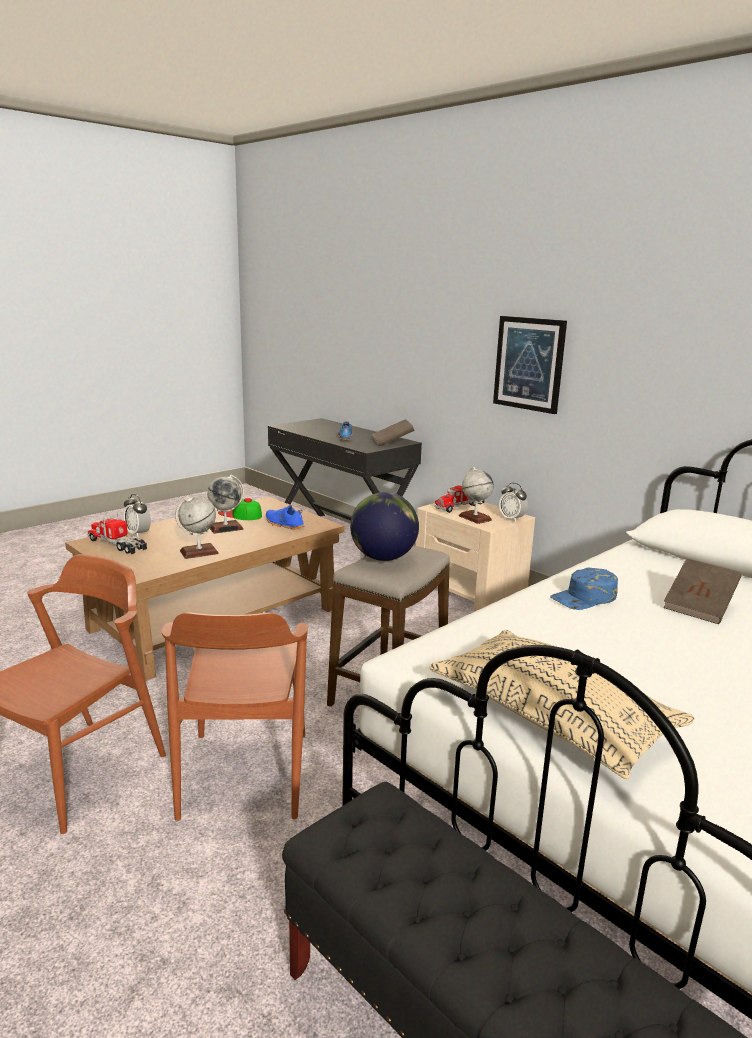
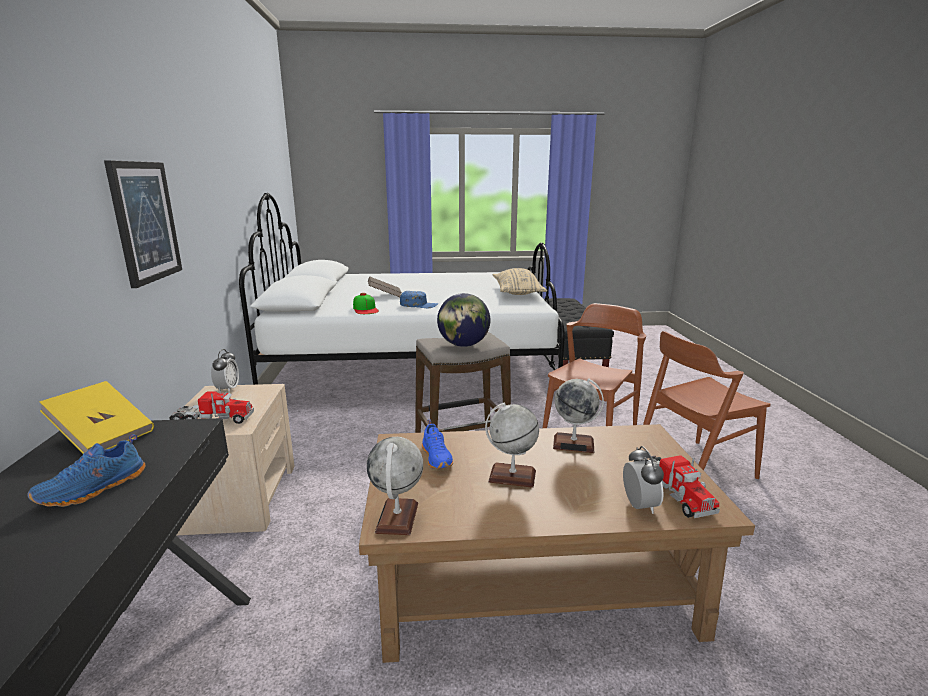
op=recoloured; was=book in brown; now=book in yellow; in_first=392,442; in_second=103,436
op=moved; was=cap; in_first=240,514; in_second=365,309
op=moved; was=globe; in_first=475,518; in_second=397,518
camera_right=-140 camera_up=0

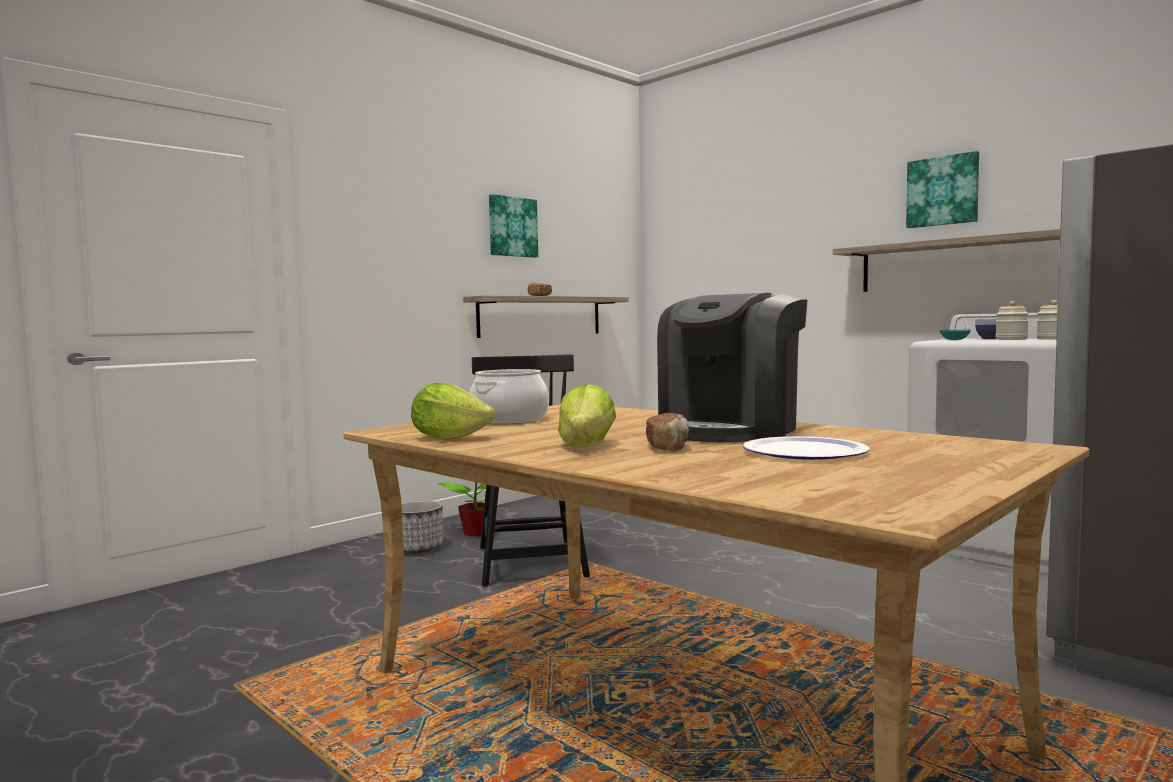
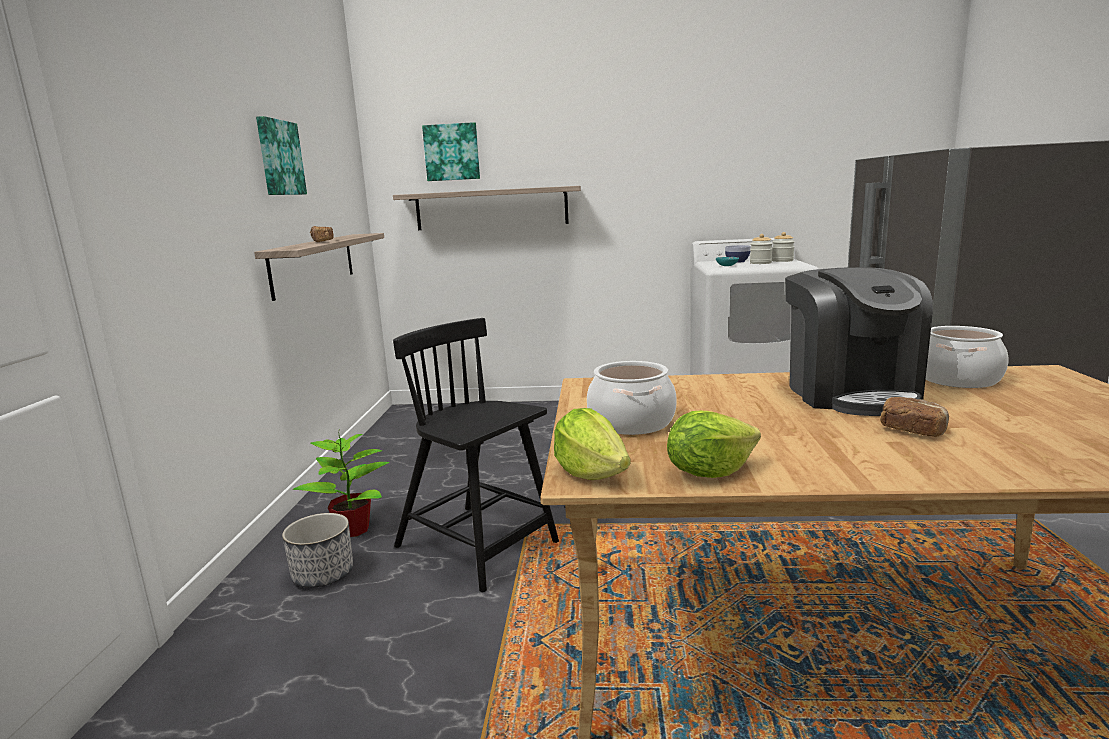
op=moved; was=shelf; in_first=959,264; in_second=491,208
op=moved; was=picture; in_first=943,191; in_second=452,152
op=moved; was=lettuce; in_first=587,446; in_second=591,473
op=added; now=cooking pot; in_second=958,379
op=removed; was=plate; in_first=804,452
camera_right=-40 camera_up=10

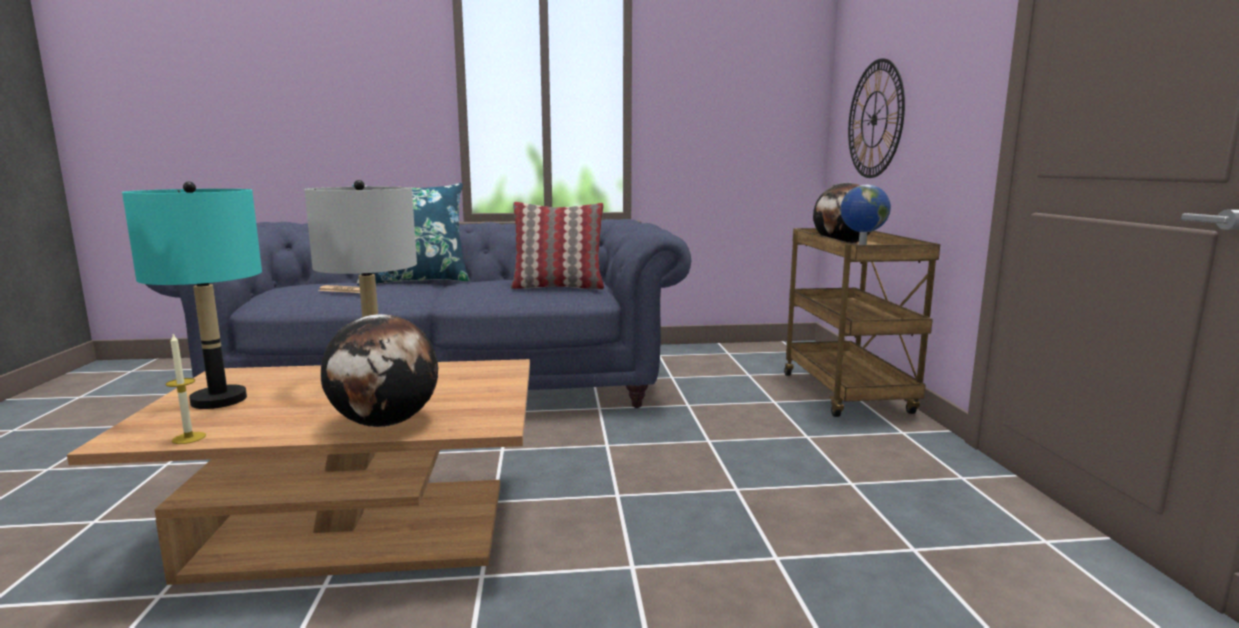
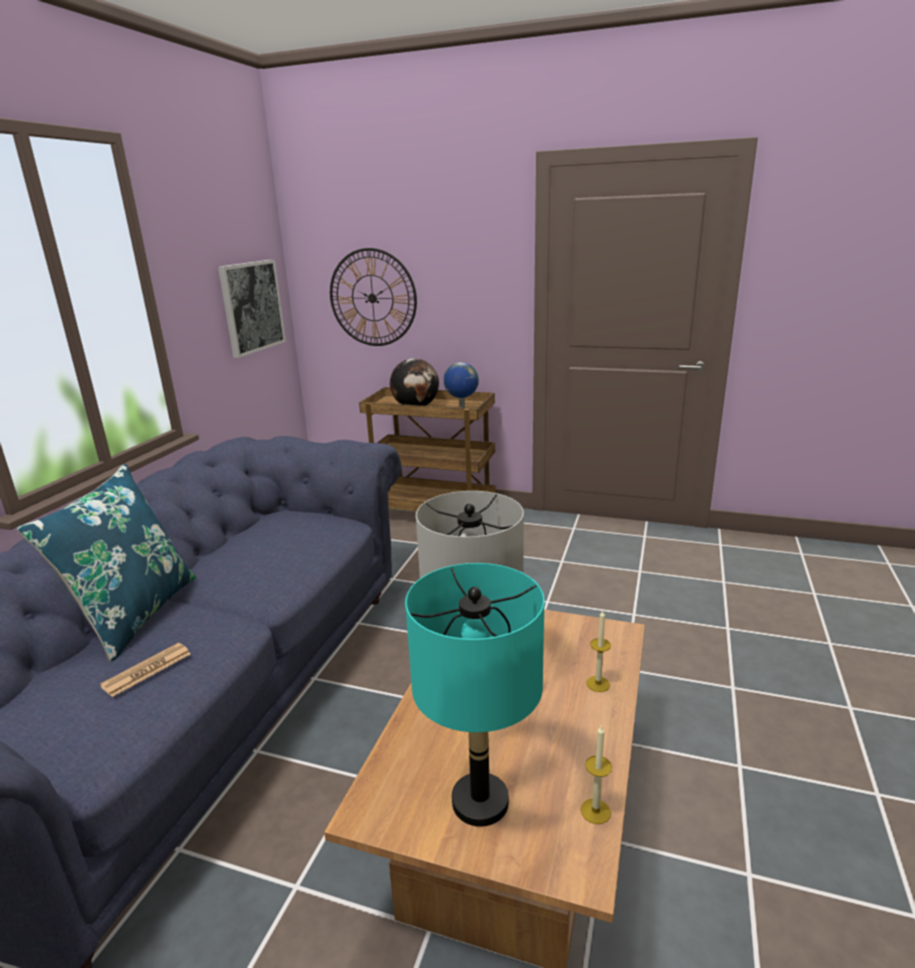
op=added; now=picture; in_second=252,307
op=replaced; was=globe; now=candle; in_first=386,423; in_second=598,684
op=removed; was=pillow; in_first=558,287
camera_right=-65 camera_up=10

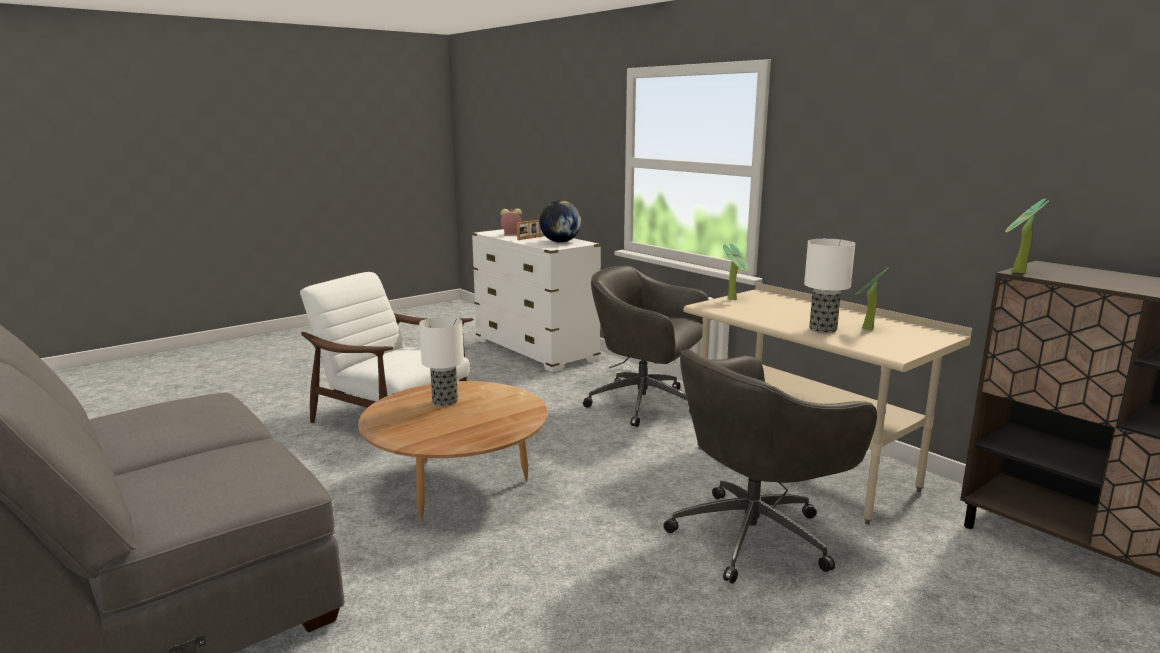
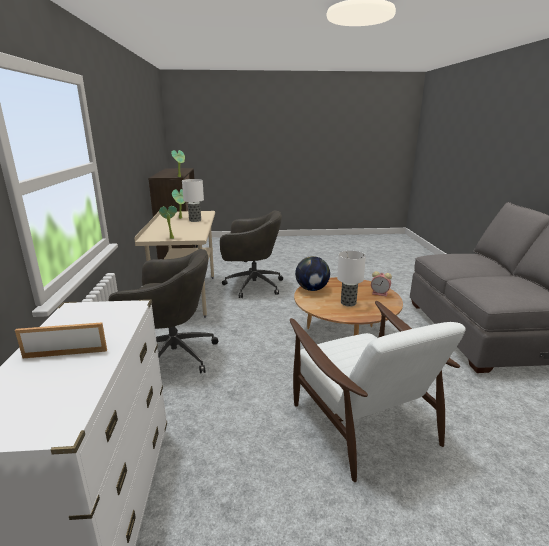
op=turned; was=office chair in grey; in_first=646,405; in_second=171,355; clockwise=-60
op=moved; was=globe; in_first=560,242; in_second=312,289
op=moved; was=alarm clock; in_first=511,234; in_second=380,294
camera_right=-145 camera_up=5

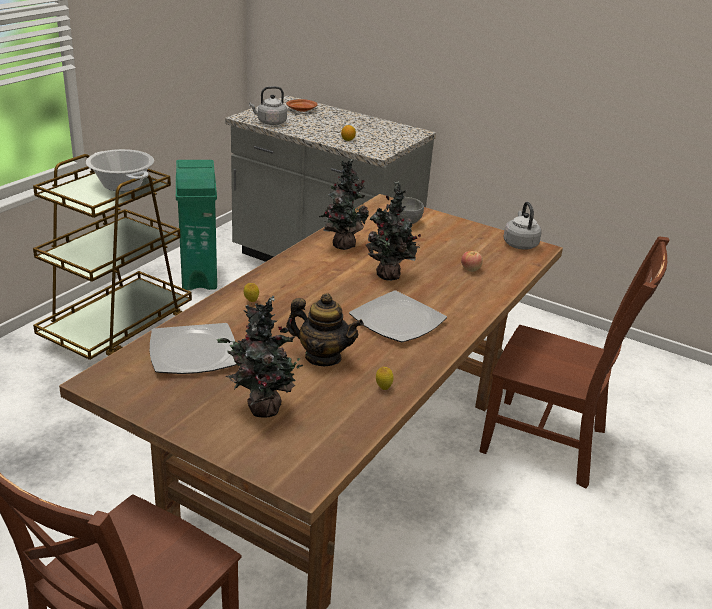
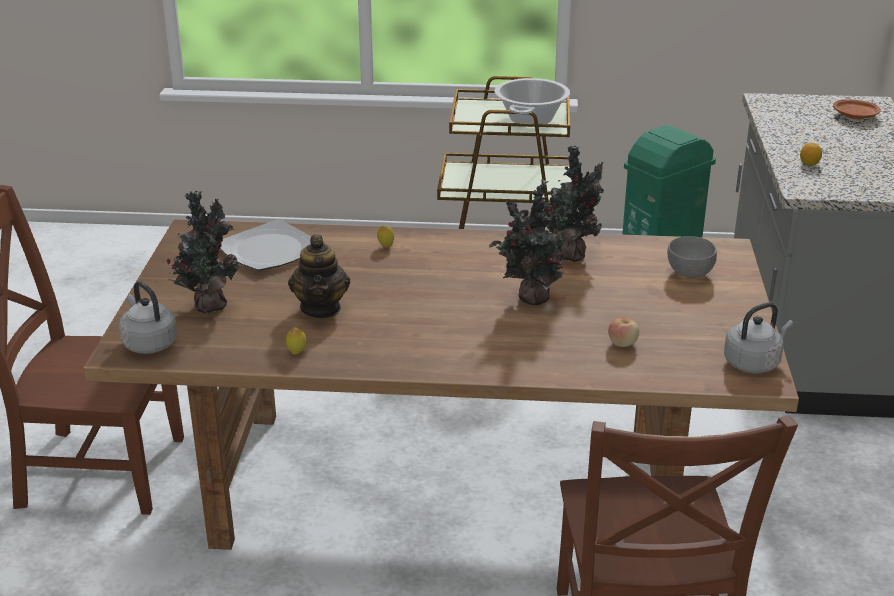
op=moved; was=kettle in grey; in_first=270,122; in_second=149,343
op=removed; was=plate; in_first=397,320
camera_right=65 camera_up=0

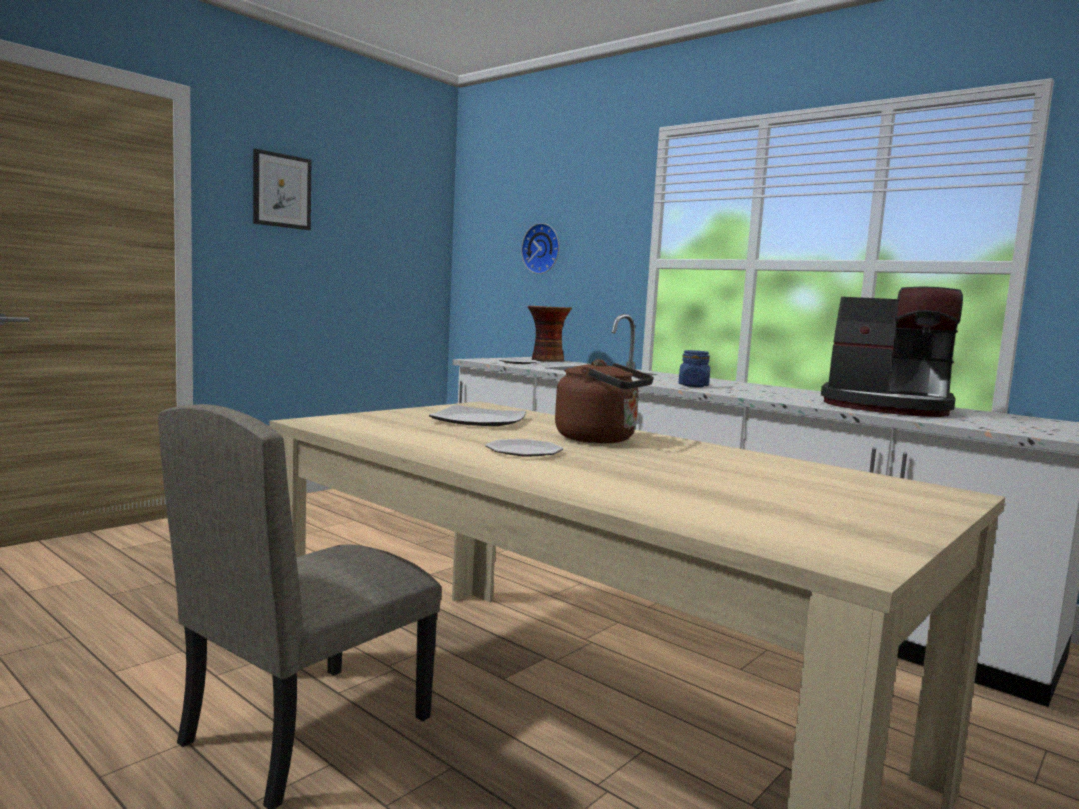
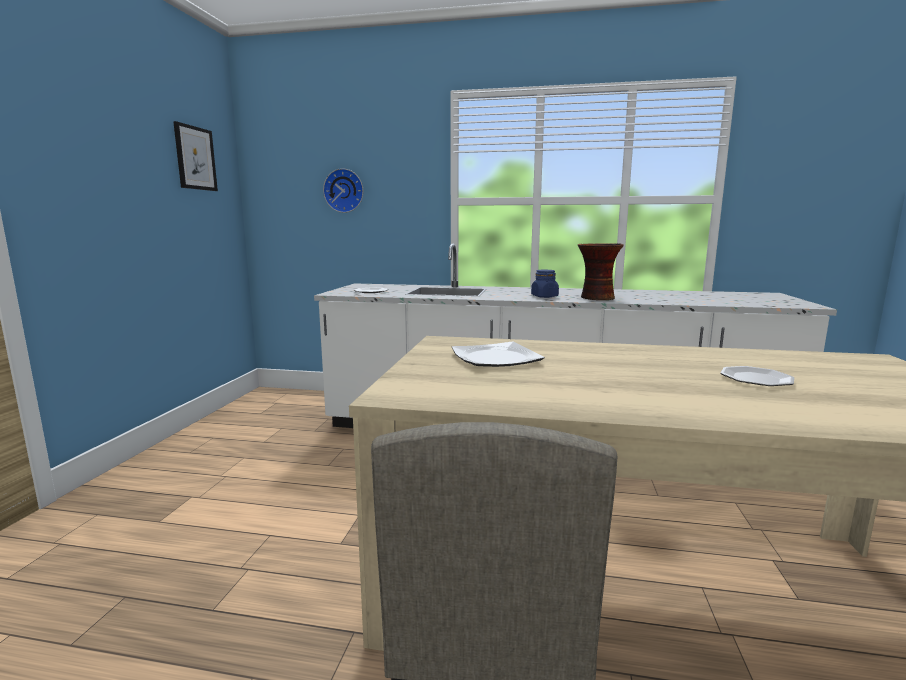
op=moved; was=picture; in_first=282,191; in_second=195,158
op=moved; was=vase; in_first=546,360; in_second=596,298
op=moved; was=plate; in_first=523,451; in_second=755,379
op=removed; was=kettle in brown; in_first=600,439
op=removed; was=coffee machine; in_first=886,407
camera_right=-30 camera_up=5

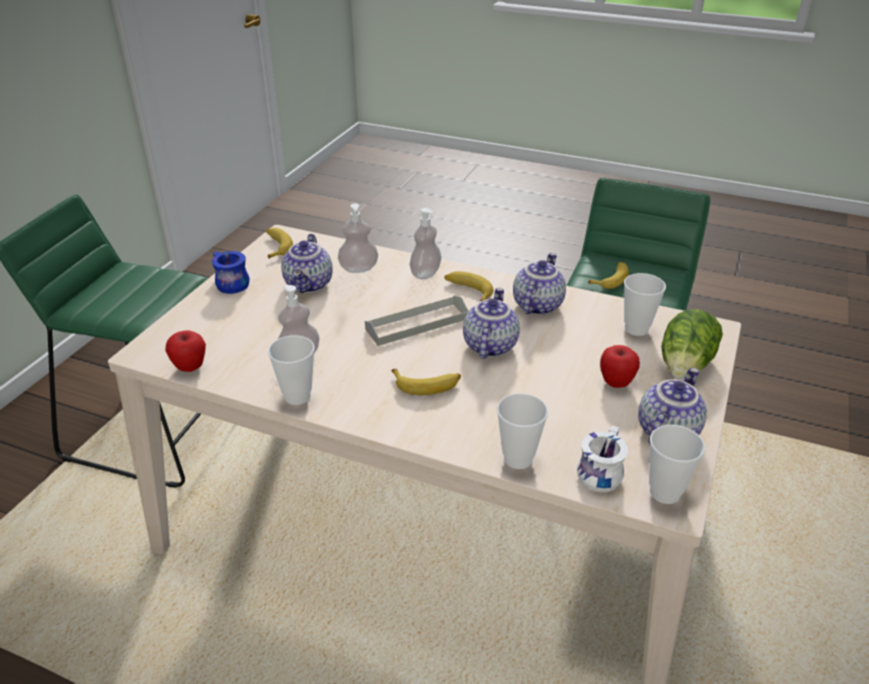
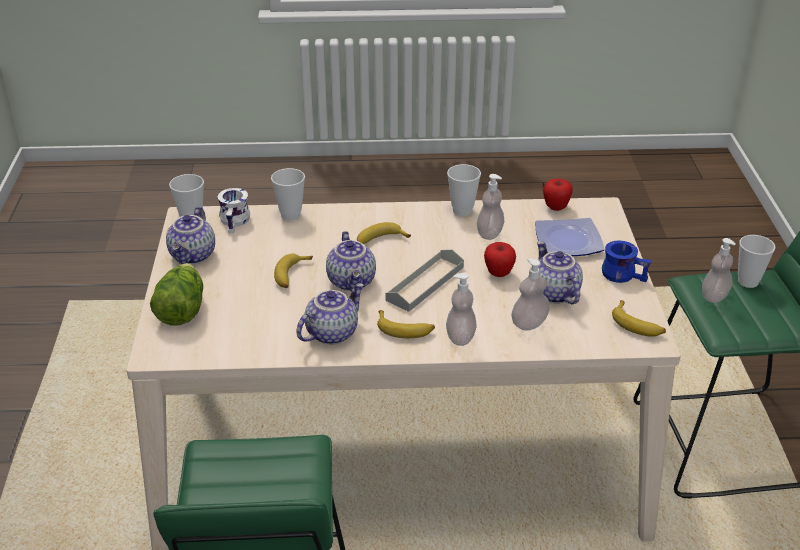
op=moved; was=banana; in_first=611,279; in_second=291,275
op=turned; was=teapot; in_first=536,305; in_second=331,332; clockwise=-135
op=moved; was=apple; in_first=616,383; in_second=498,273
op=added; now=plate; in_second=569,242
op=added; now=soap dispenser; in_second=714,296
op=moved; was=cup; in_first=636,329; in_second=748,281
camera_right=155 camera_up=0

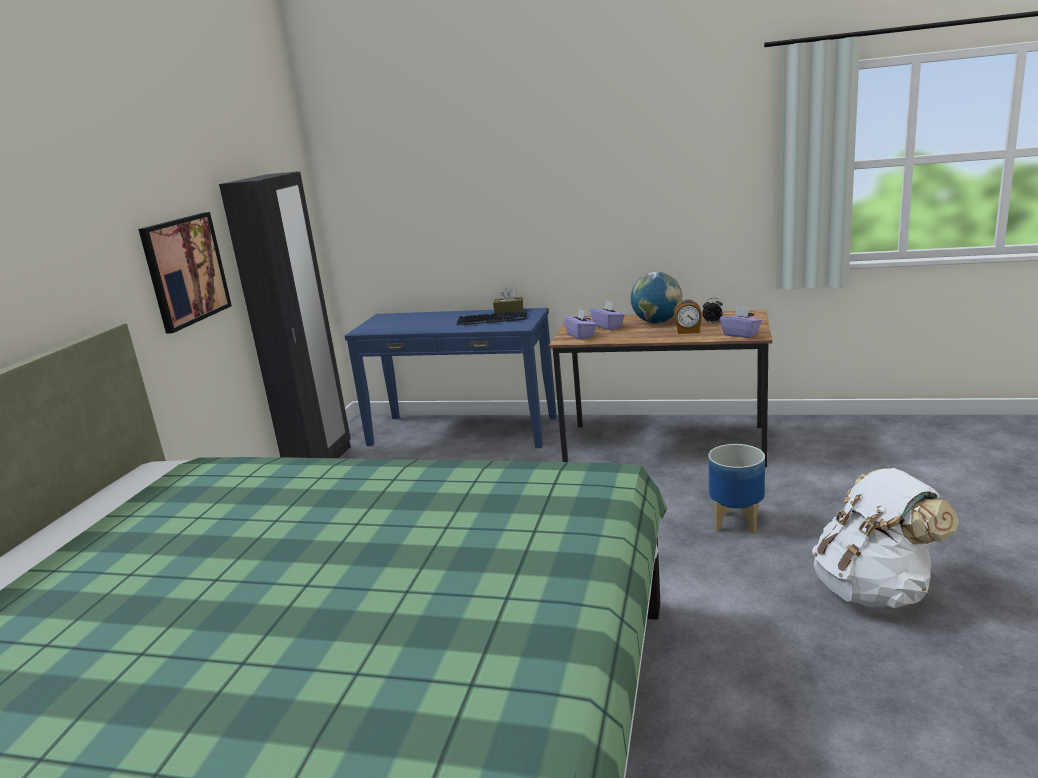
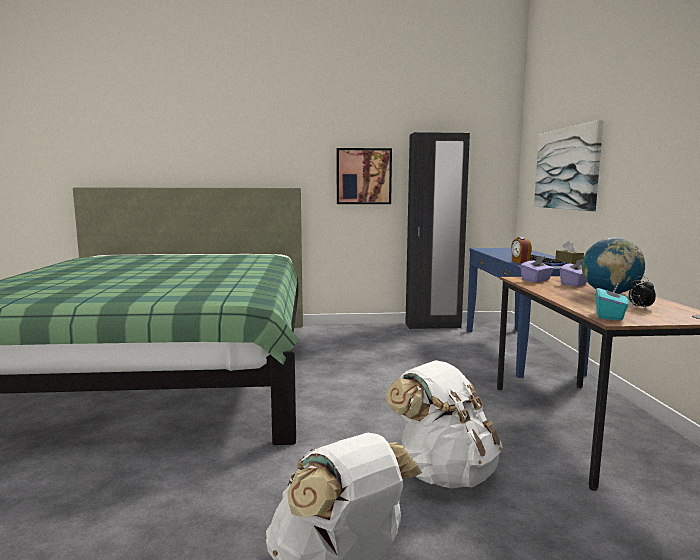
op=replaced; was=planter; now=backpack in white; in_first=735,522; in_second=443,473
op=moved; was=alarm clock; in_first=688,331; in_second=520,262
op=added; now=picture; in_second=566,168
op=recoloured; was=tissue box in purple; now=tissue box in turquoise; in_first=740,334; in_second=610,316
camera_right=70 camera_up=-10

